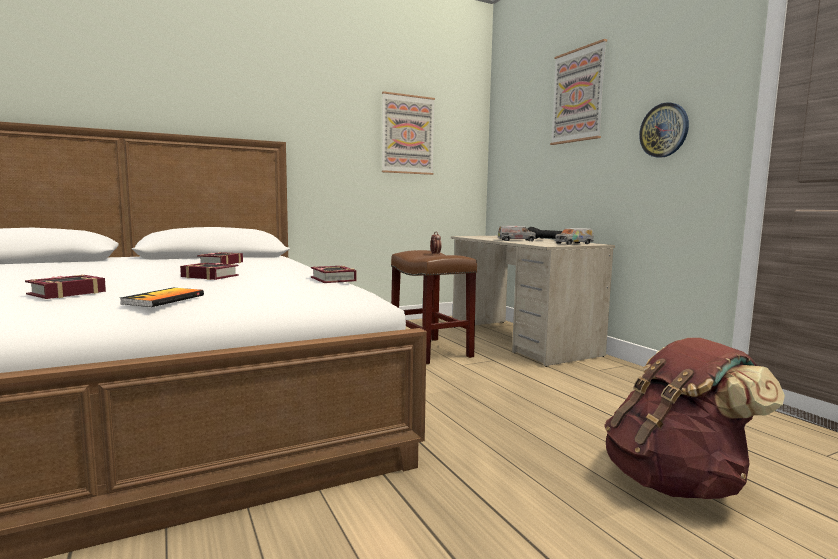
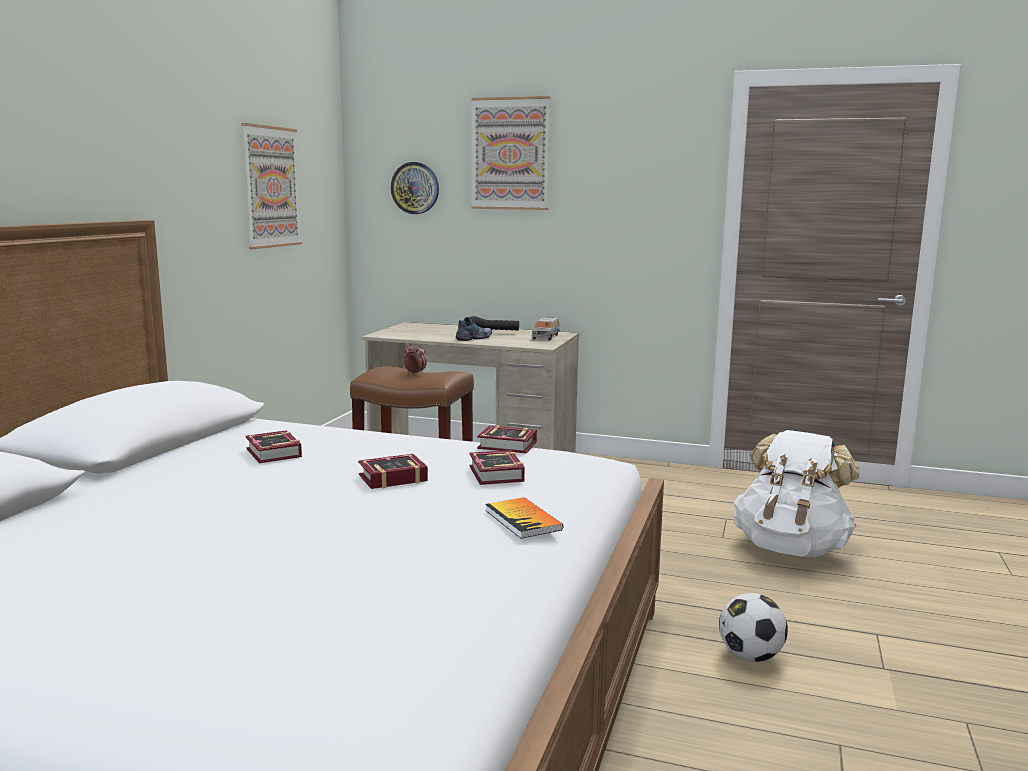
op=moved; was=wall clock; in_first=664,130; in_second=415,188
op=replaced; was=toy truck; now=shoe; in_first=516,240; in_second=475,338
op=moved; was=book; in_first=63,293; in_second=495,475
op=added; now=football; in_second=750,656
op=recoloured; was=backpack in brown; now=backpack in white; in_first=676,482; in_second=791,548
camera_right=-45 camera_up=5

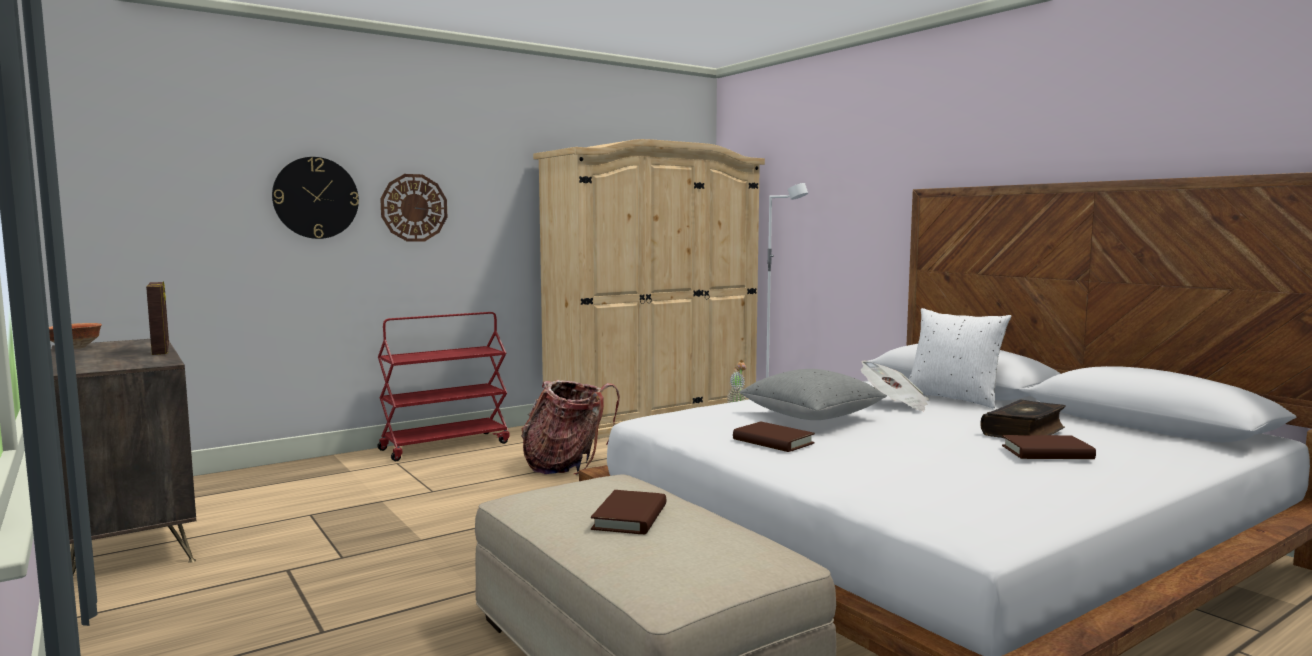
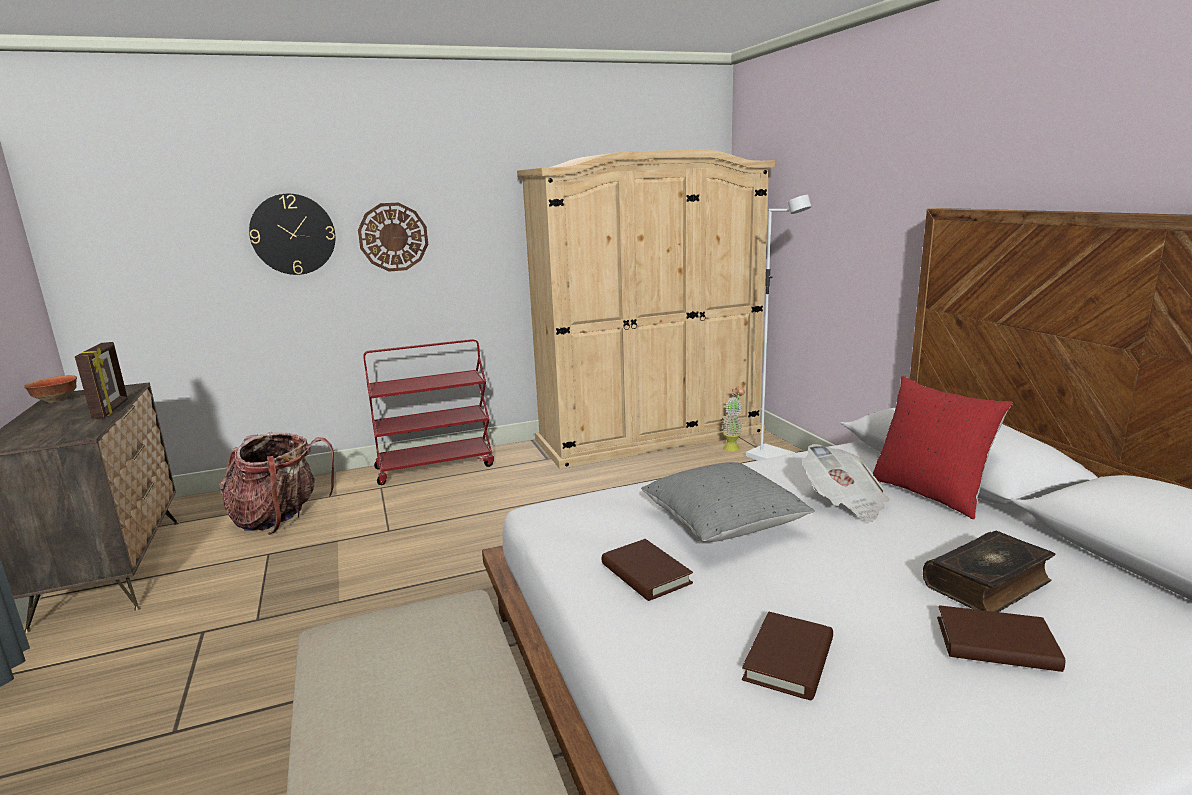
op=moved; was=backpack; in_first=567,466; in_second=280,519
op=moved; was=book in brown; in_first=630,517; in_second=789,660
op=recoloured; was=pillow in white; now=pillow in red; in_first=953,399; in_second=929,493
camera_right=15 camera_up=10

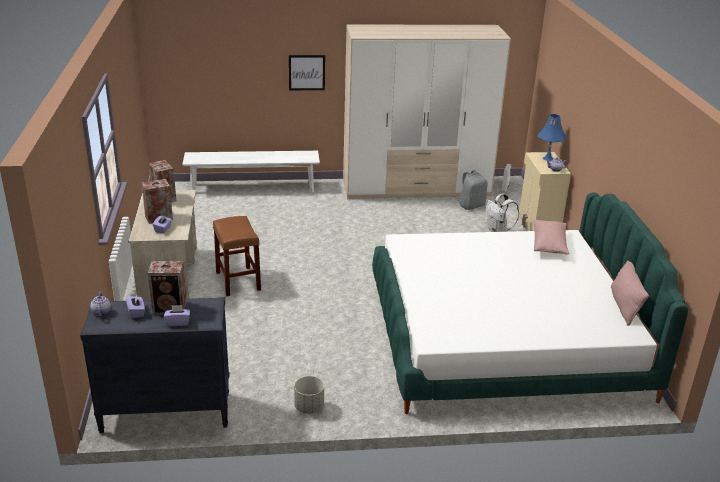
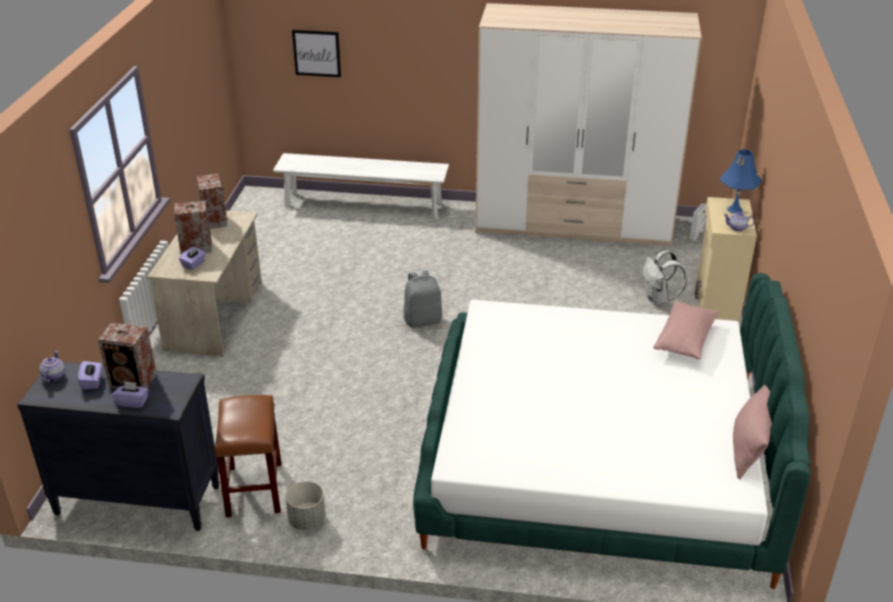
op=moved; was=stool in brown; in_first=238,281; in_second=255,490
op=moved; was=picture; in_first=306,72; in_second=316,53
op=moved; was=backpack in grey; in_first=471,205; in_second=423,320
camera_right=15 camera_up=5

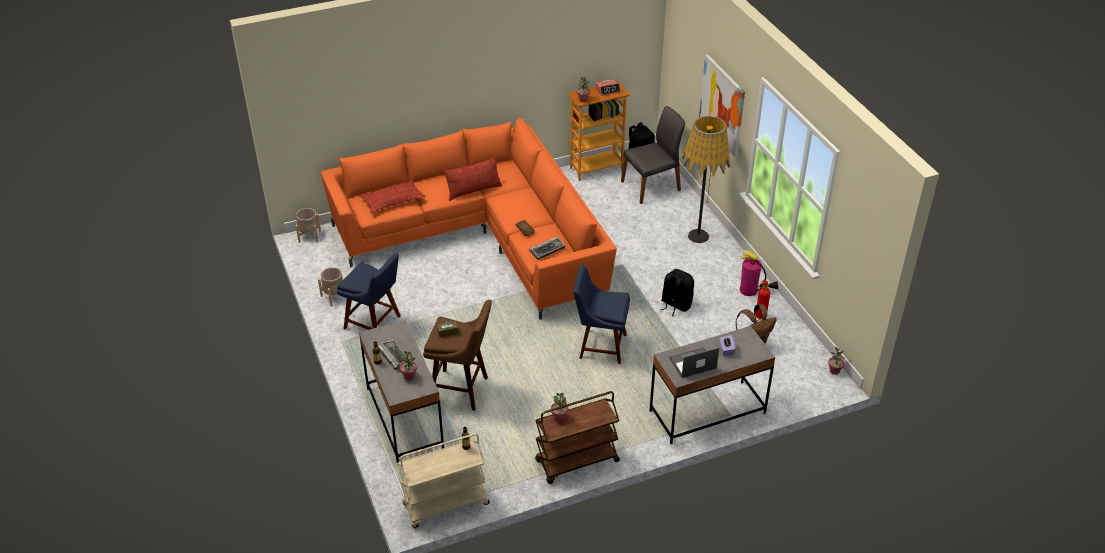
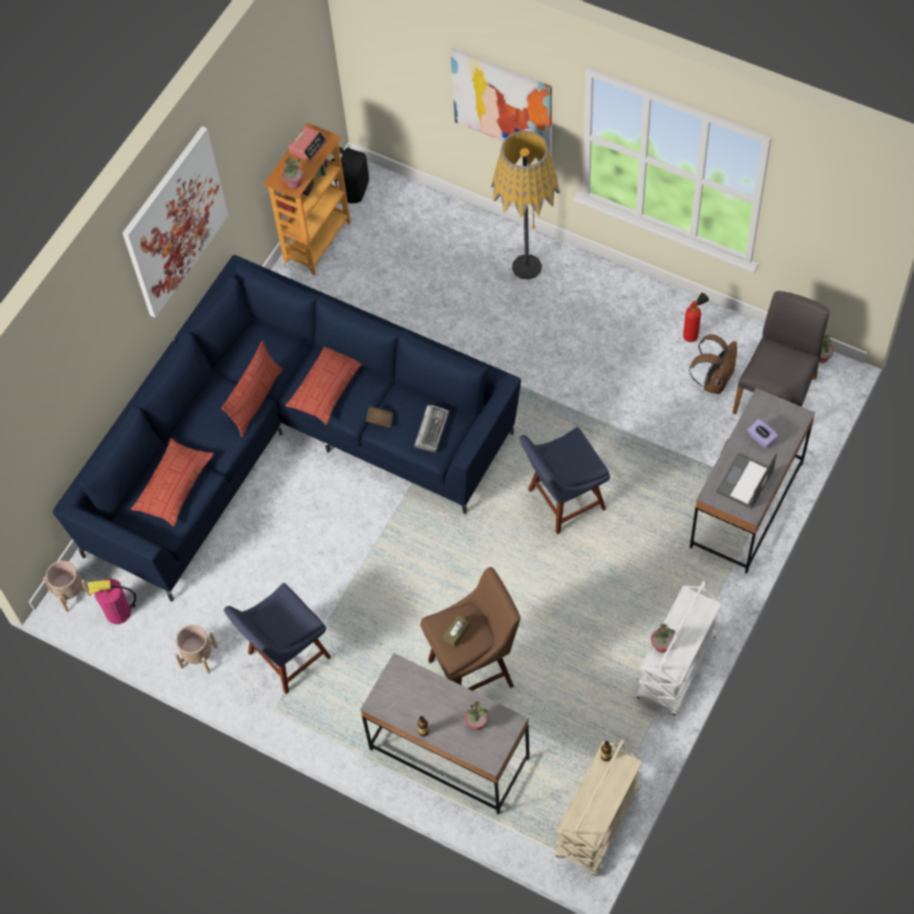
op=recoloured; was=sofa in orange; now=sofa in blue; in_first=483,238; in_second=286,443
op=moved; was=fire extinguisher; in_first=748,290; in_second=118,612
op=added; now=picture; in_second=175,222
op=turned; was=chair in blue; in_first=374,323; in_second=286,657; clockwise=150
op=added; now=pillow; in_second=327,385
op=recoloured; was=cart in brown; now=cart in white; in_first=576,462; in_second=677,667
op=moved; was=chair in grey; in_first=652,186; in_second=776,394
op=removed; was=keyboard; in_first=394,356
op=removed; was=backpack in black; in_first=675,305
camera_right=-35 camera_up=20

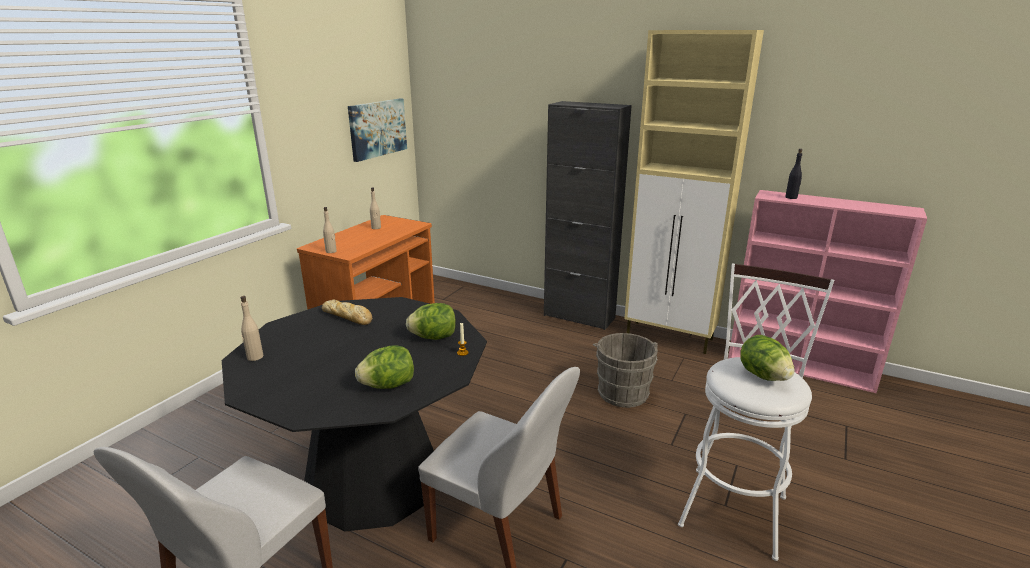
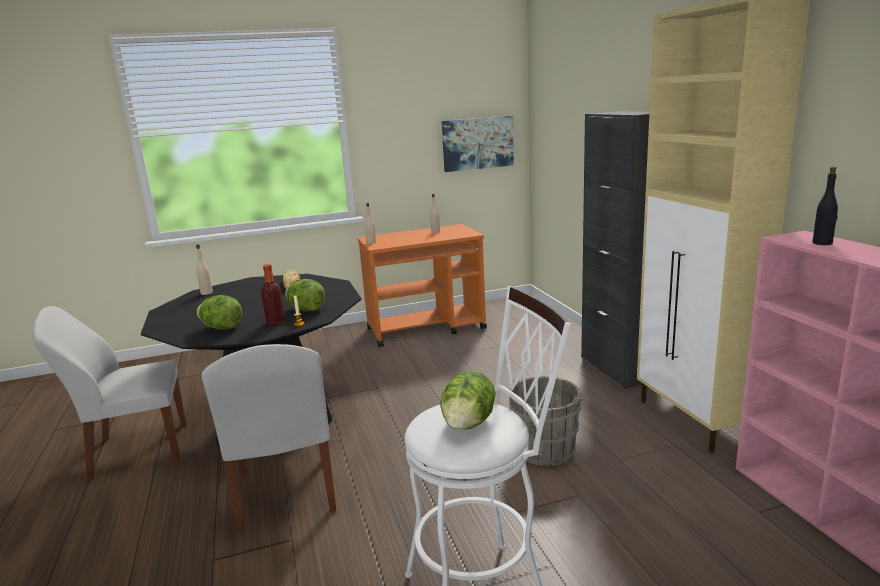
op=added; now=bottle; in_second=276,321
camera_right=45 camera_up=-5

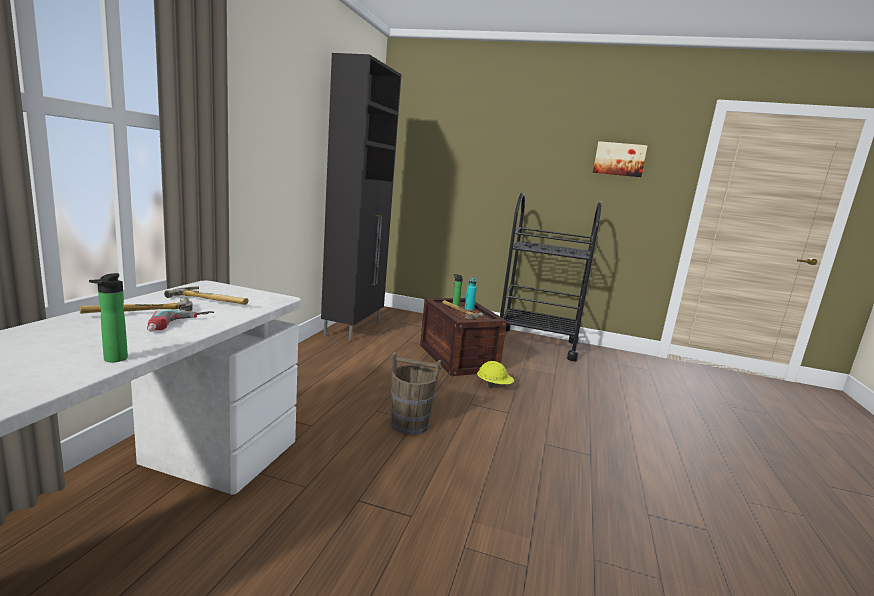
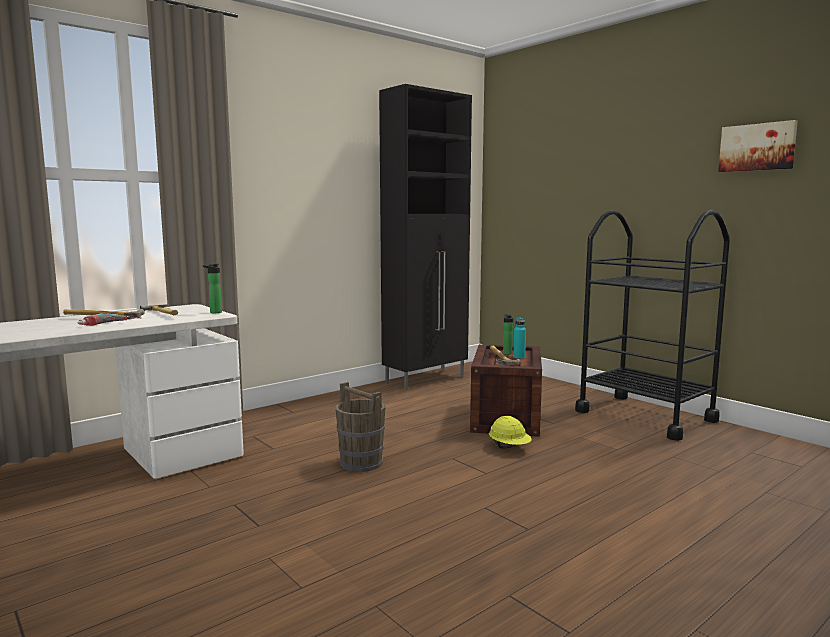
op=moved; was=bottle; in_first=113,360; in_second=214,312
camera_right=35 camera_up=-5

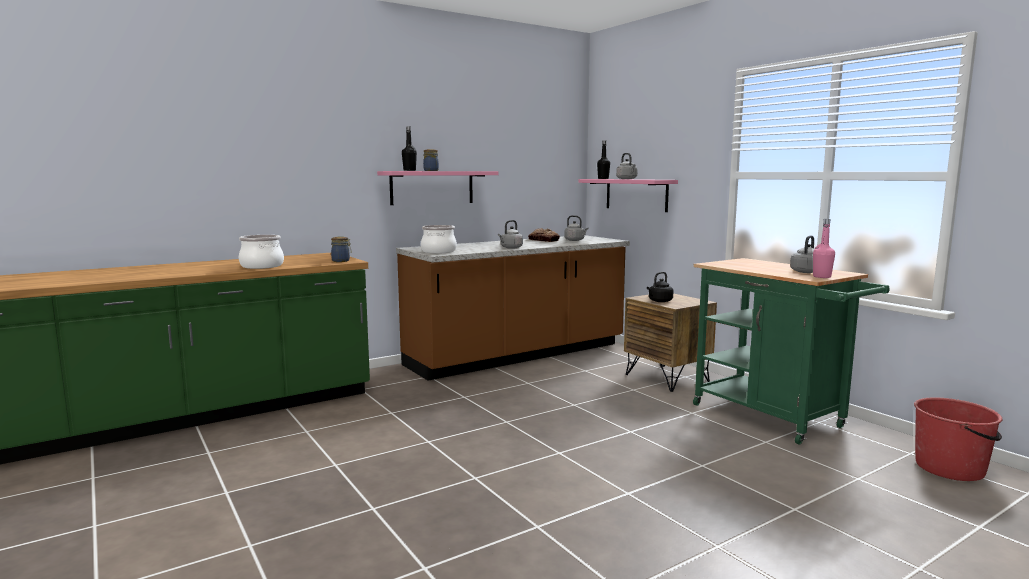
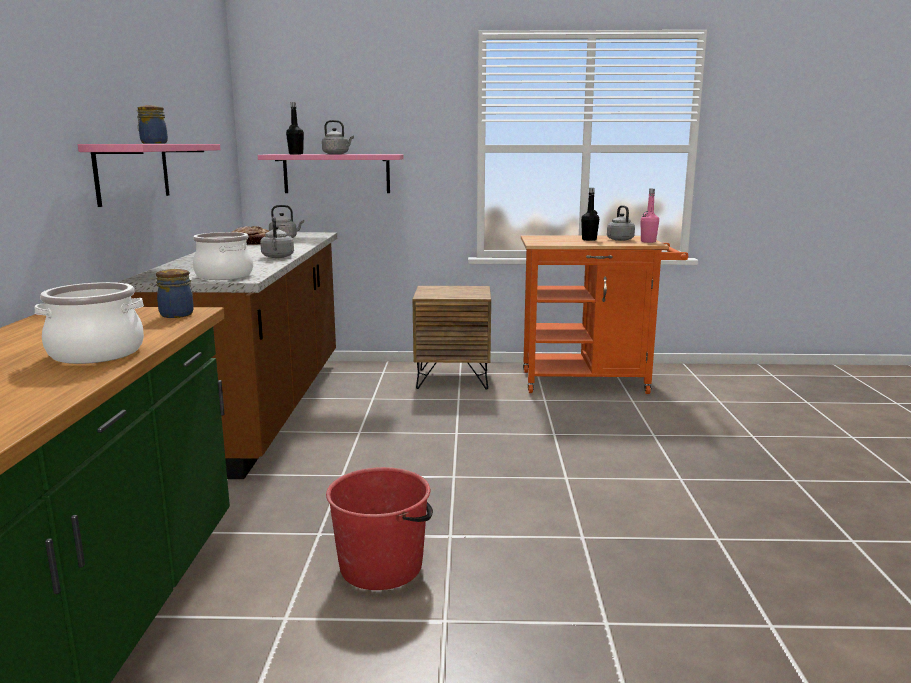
op=moved; was=bucket in red; in_first=950,468; in_second=382,566
op=recoloured; was=cart in green; now=cart in orange; in_first=774,418; in_second=593,382
op=moved; was=bottle in black; in_first=409,170; in_second=589,240
op=removed; was=kettle in black; in_first=659,301
camera_right=-55 camera_up=5

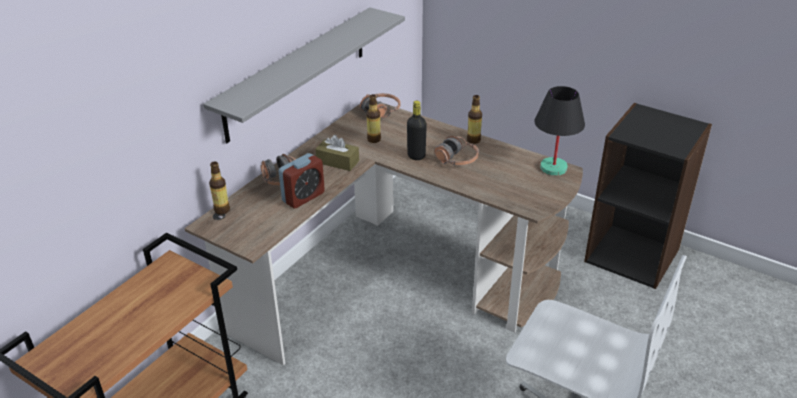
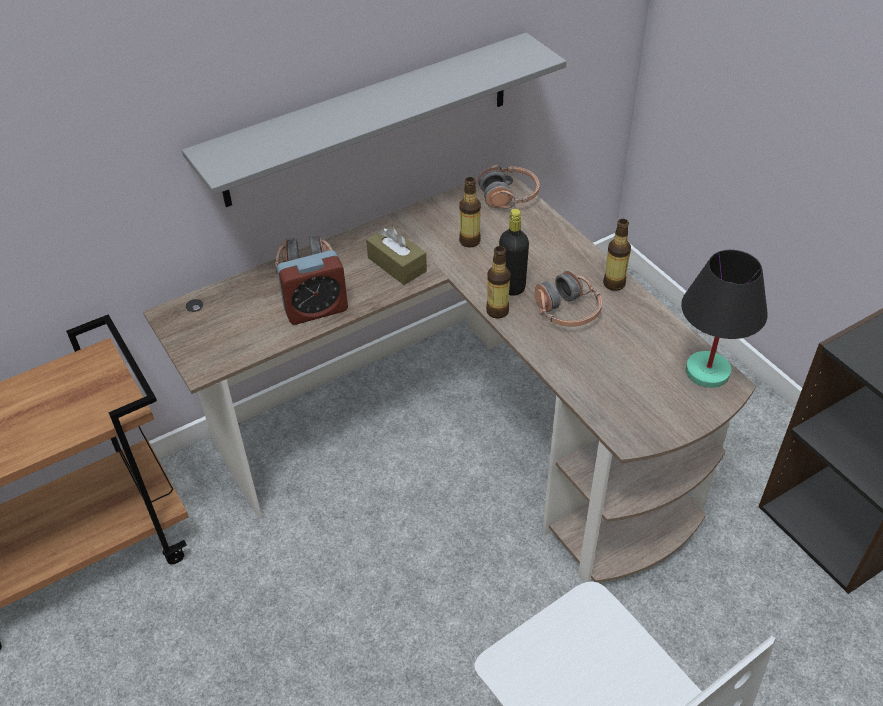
op=moved; was=bottle; in_first=222,210; in_second=497,311
camera_right=25 camera_up=10

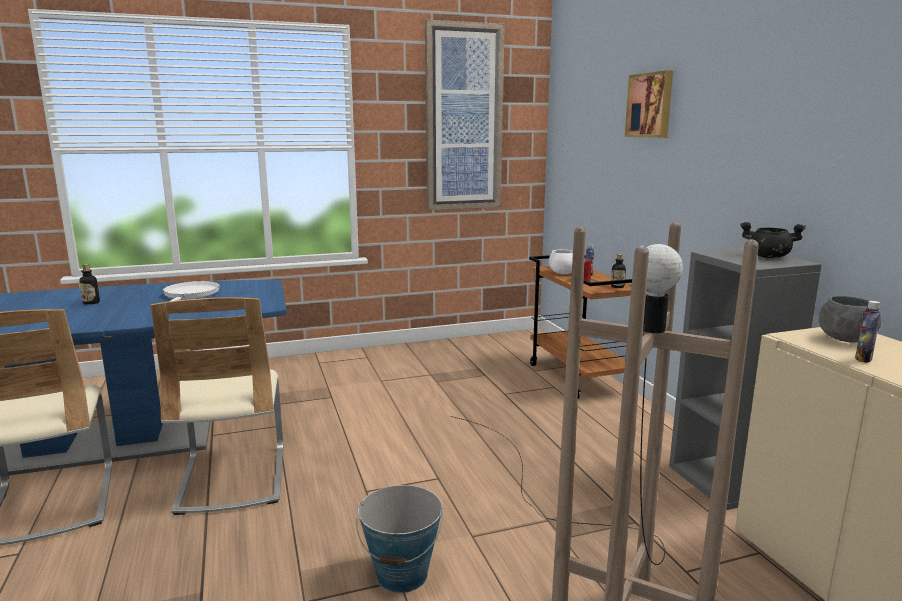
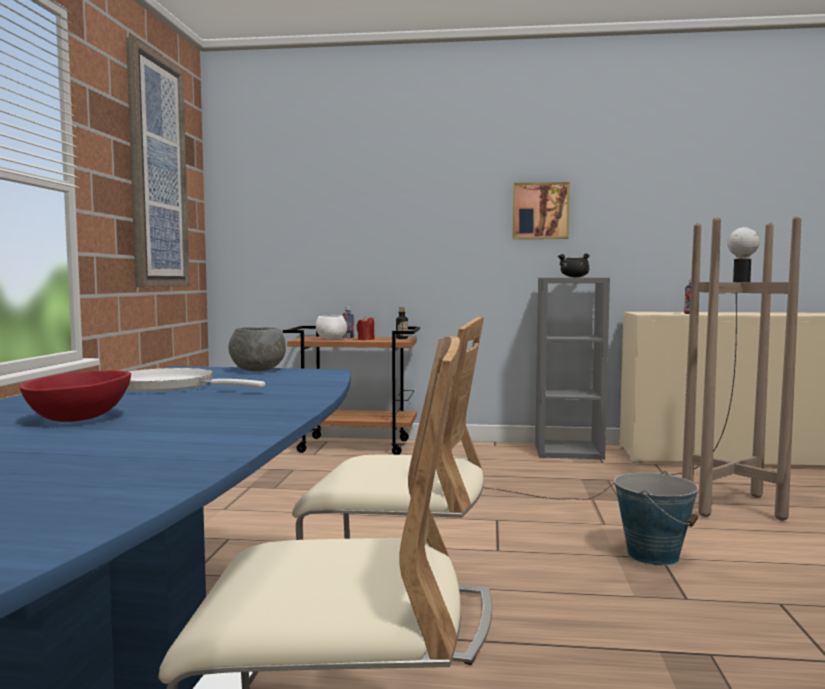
op=replaced; was=bottle; now=bowl in red; in_first=91,303; in_second=79,418
op=moved; was=bowl in grey; in_first=845,339; in_second=257,370
op=moved; was=picture; in_first=650,105; in_second=540,211
camera_right=-65 camera_up=-10

